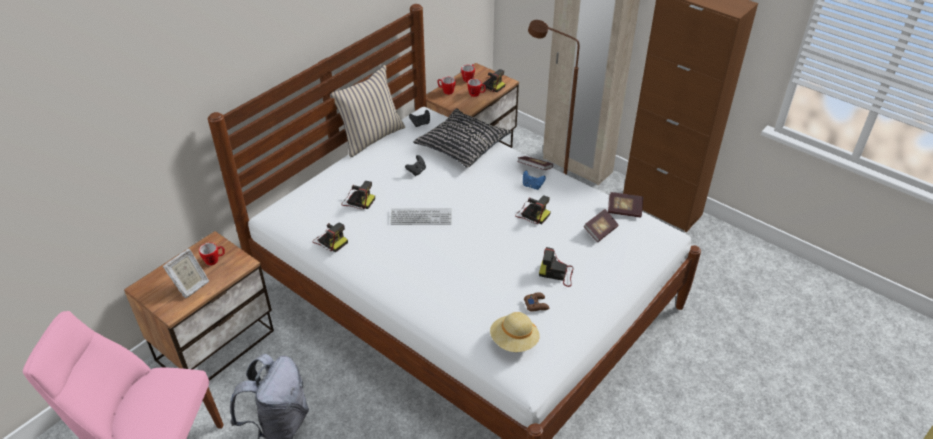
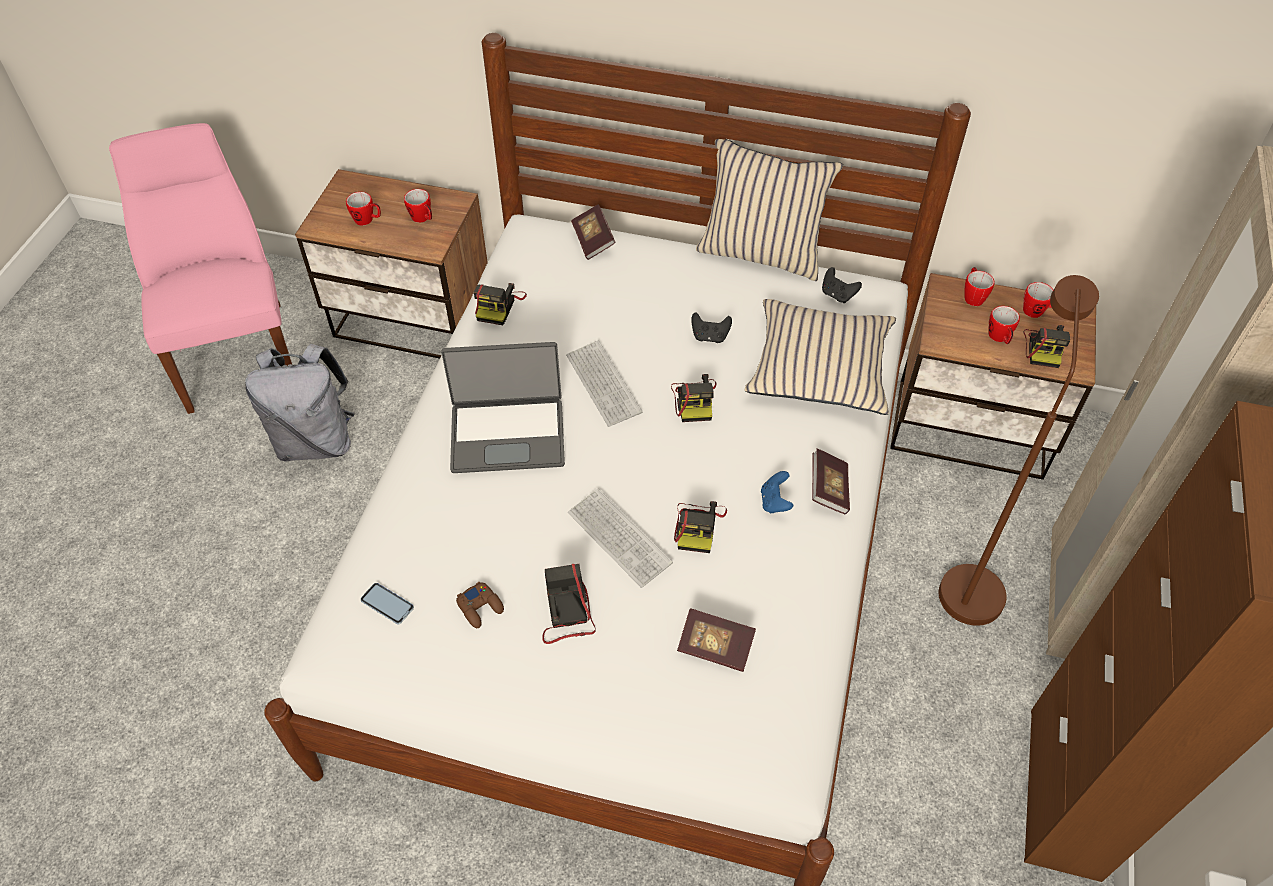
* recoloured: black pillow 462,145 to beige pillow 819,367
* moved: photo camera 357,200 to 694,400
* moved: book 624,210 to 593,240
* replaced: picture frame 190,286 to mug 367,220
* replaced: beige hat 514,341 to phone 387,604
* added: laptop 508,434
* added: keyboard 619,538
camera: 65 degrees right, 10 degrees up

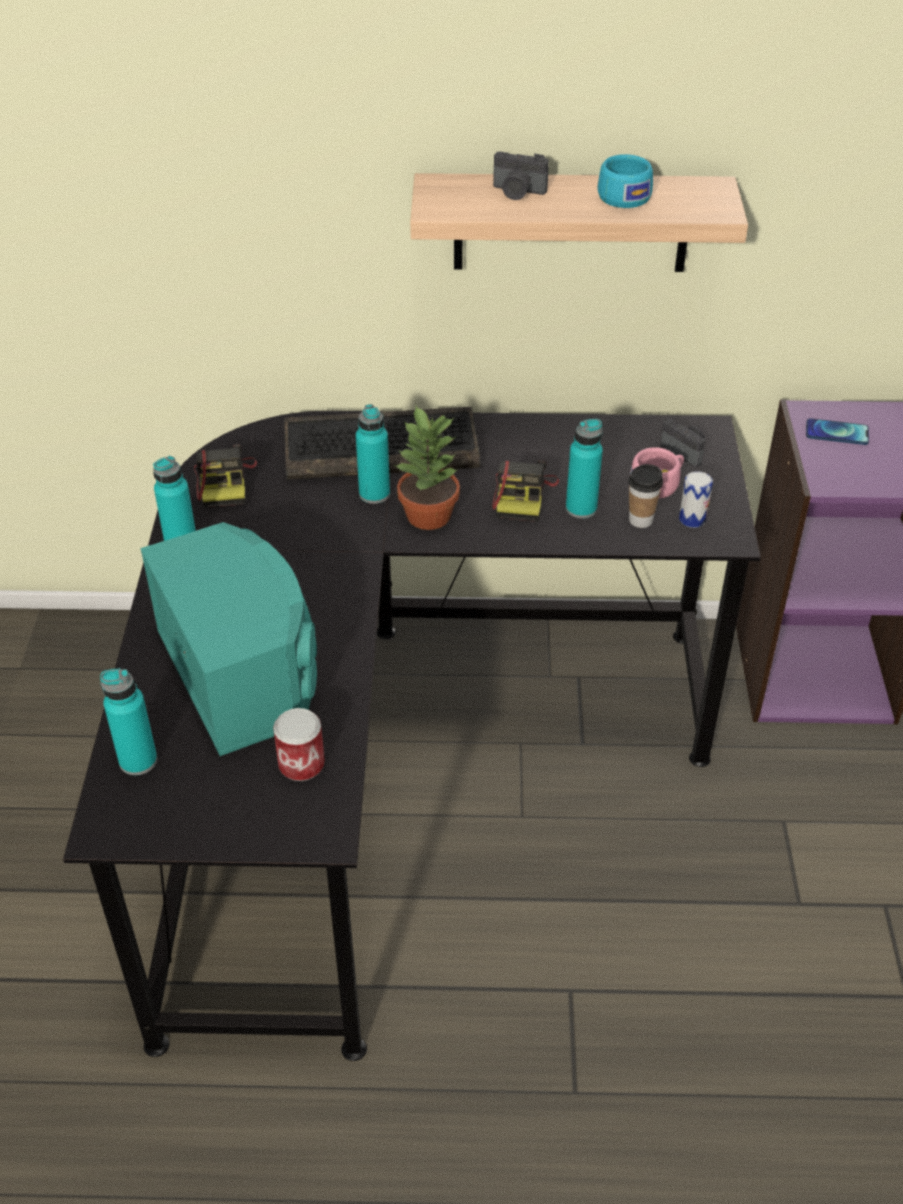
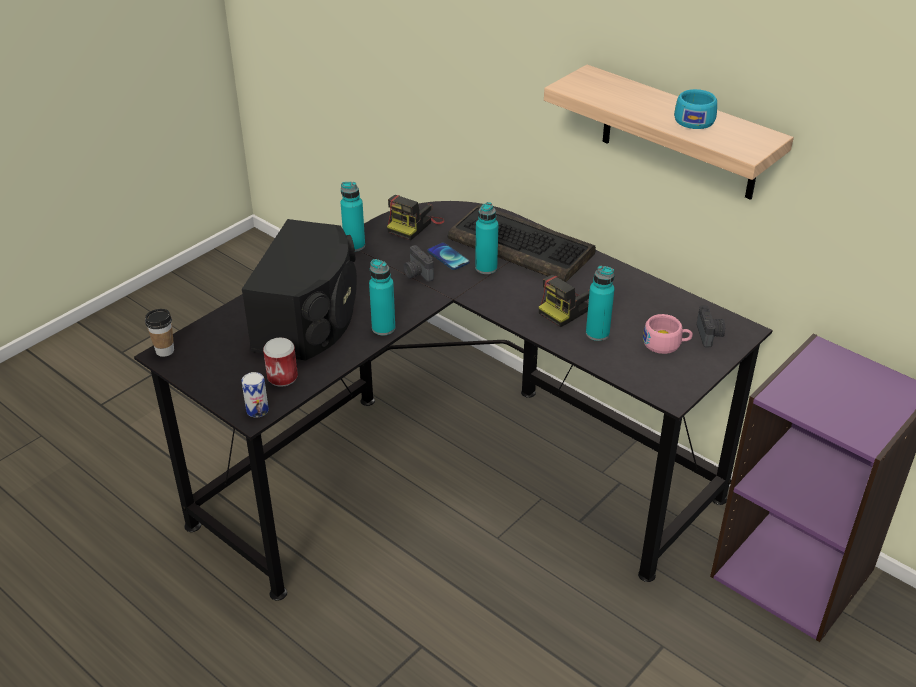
* moved: photo camera 517,192 to 417,274
* removed: potted plant 429,516
* moved: phone 837,433 to 448,257
* moved: cup 640,520 to 165,351
* moved: can 692,519 to 257,410
* recoloured: turquoise speaker 243,671 to black speaker 310,319
* moved: turquoise bottle 138,761 to 383,328
camera: 40 degrees right, 5 degrees down

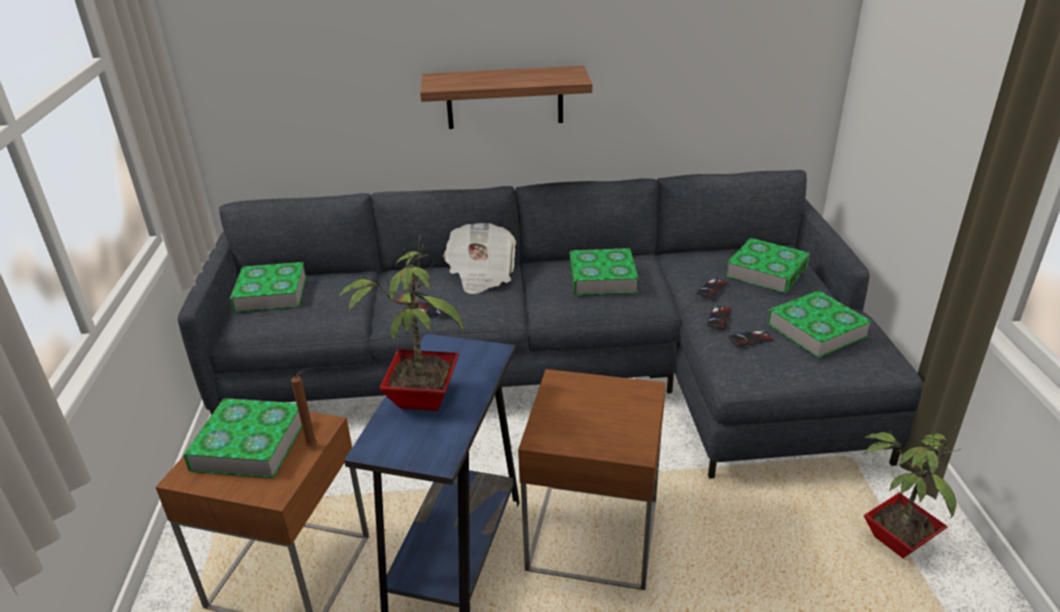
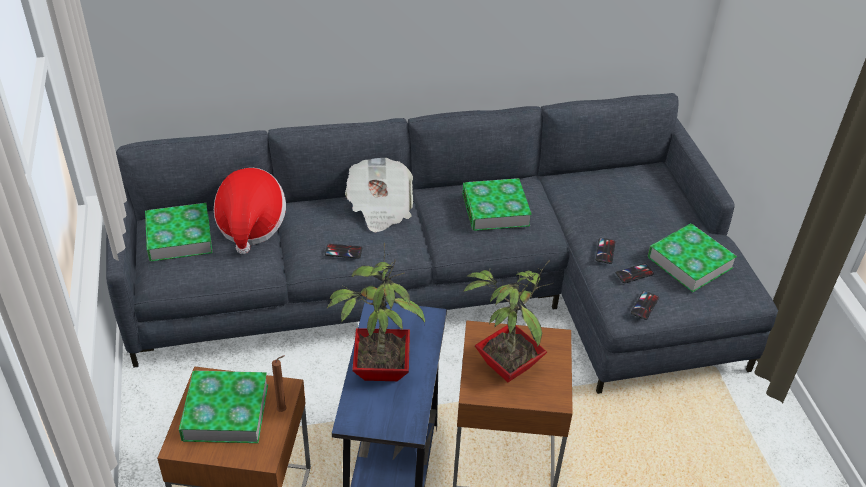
* removed: shelf 504,97
* removed: book 766,271
* moved: phone 712,288 to 644,305
* moved: potted plant 895,539 to 506,365
* added: hat 250,225
camera: 10 degrees left, 10 degrees up

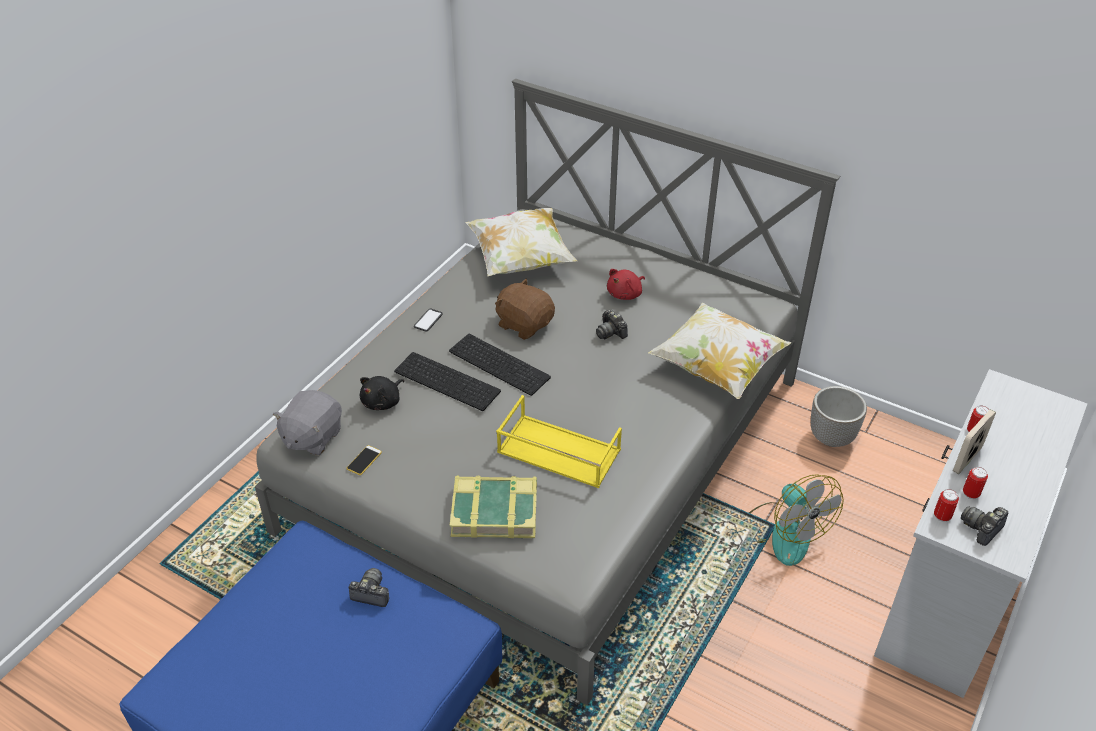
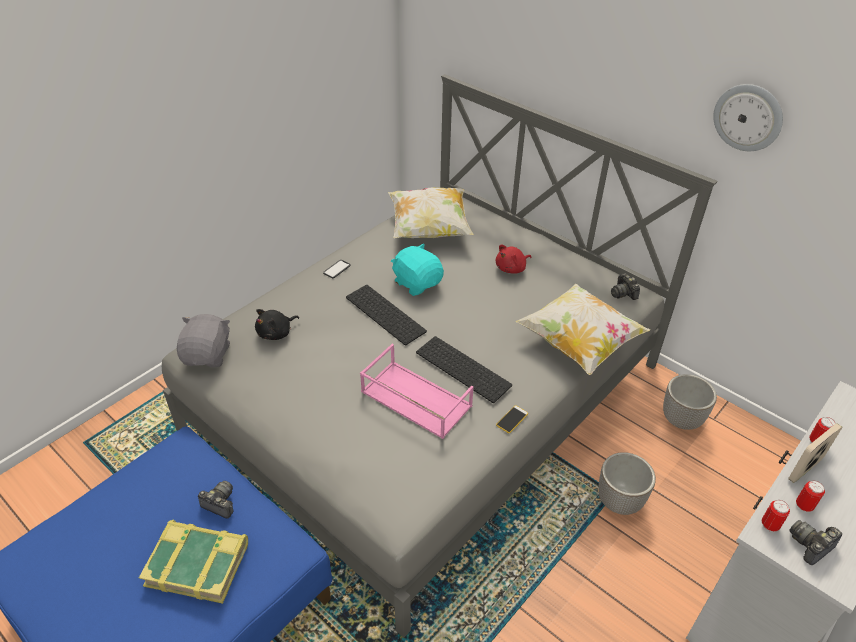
* recoloured: brown plush toy 524,324 to turquoise plush toy 417,283
* moved: photo camera 610,332 to 623,293
* moved: keyboard 449,380 to 465,368
* turned: grey plush toy 312,437 = 208,355 150 degrees clockwise
* recoloured: yellow tray 557,451 to pink tray 414,399
* moved: phone 364,460 to 512,419
* replaced: fan 782,533 to planter 620,501
* moved: book 494,511 to 198,563
* added: wall clock 748,117
camera: 10 degrees right, 0 degrees up

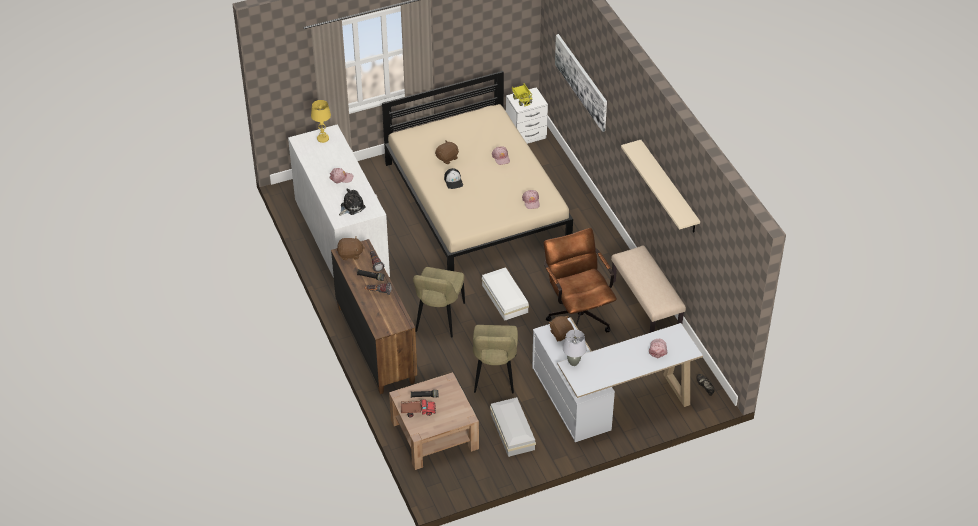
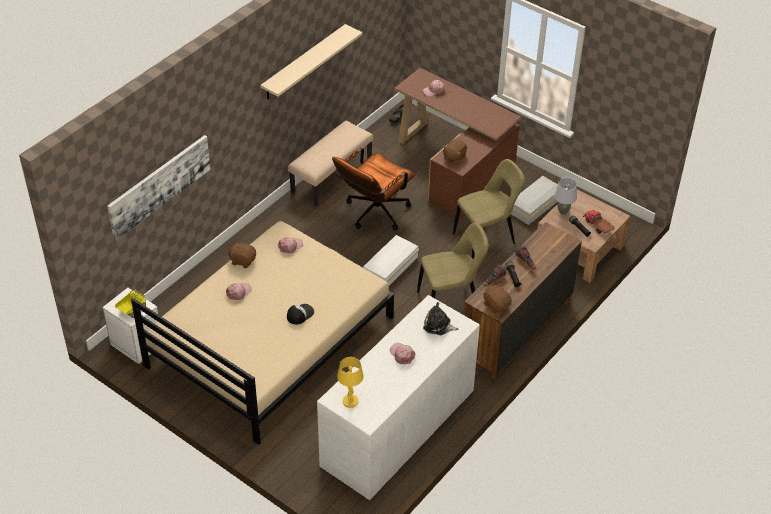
* moved: brown plush toy 447,158 to 243,260
* recoloured: white desk 607,399 to brown desk 455,165
* moved: grey table lamp 573,363 to 563,211
camera: 120 degrees left, 0 degrees up

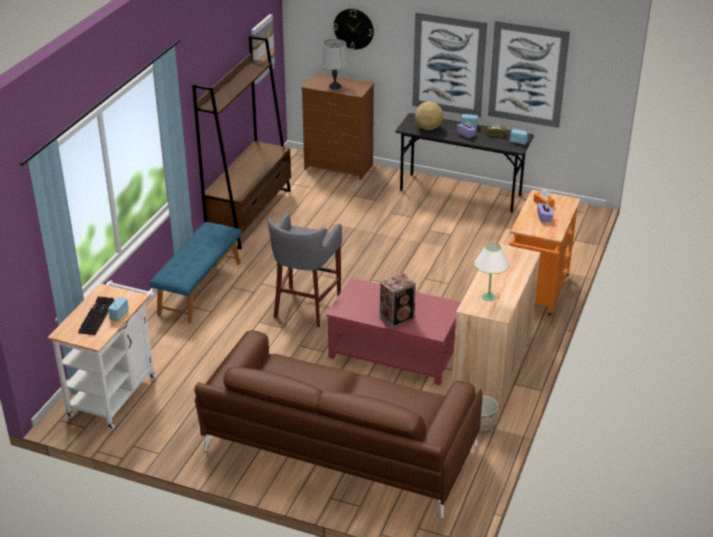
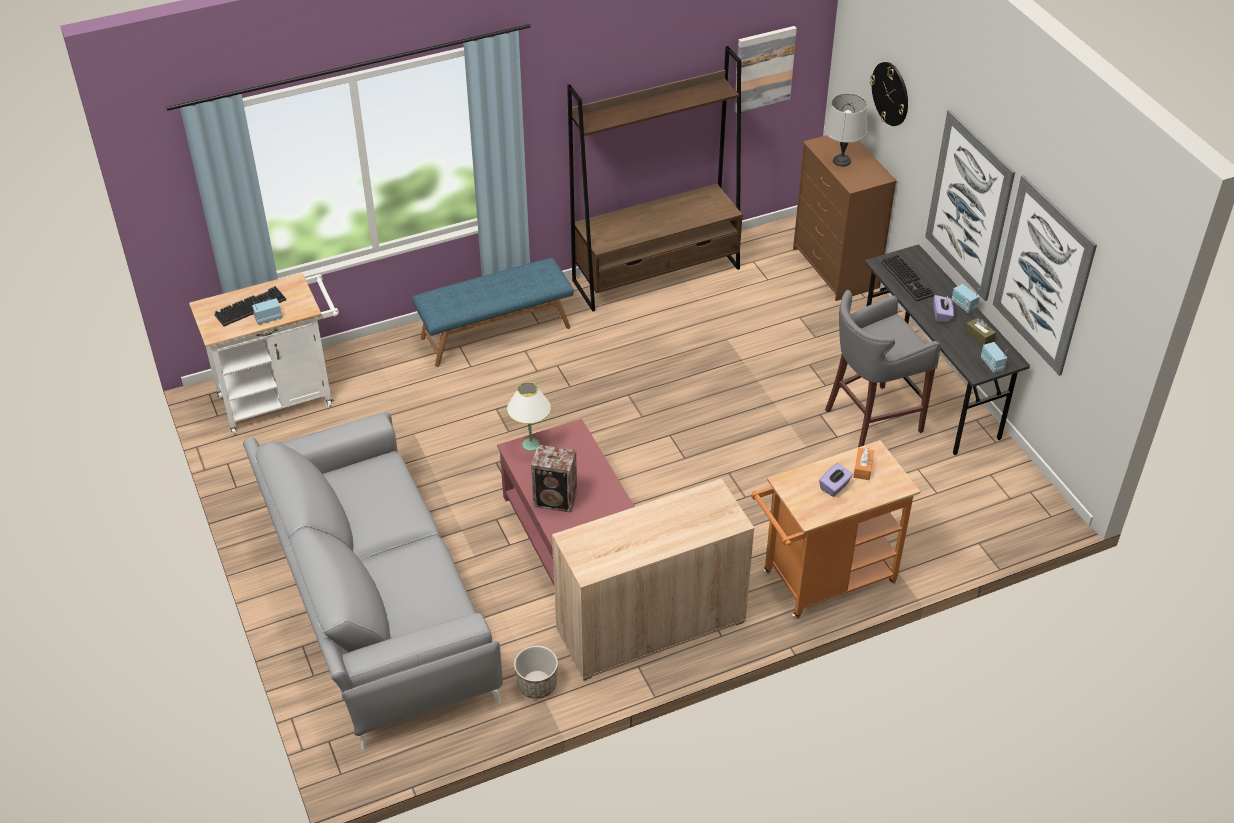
* replaced: globe 428,128 to keyboard 908,279
* moved: grey stool 305,308 to 870,420
* moved: white table lamp 489,297 to 530,444
* recoloured: brown sofa 338,450 to grey sofa 375,603
camera: 45 degrees right, 10 degrees up

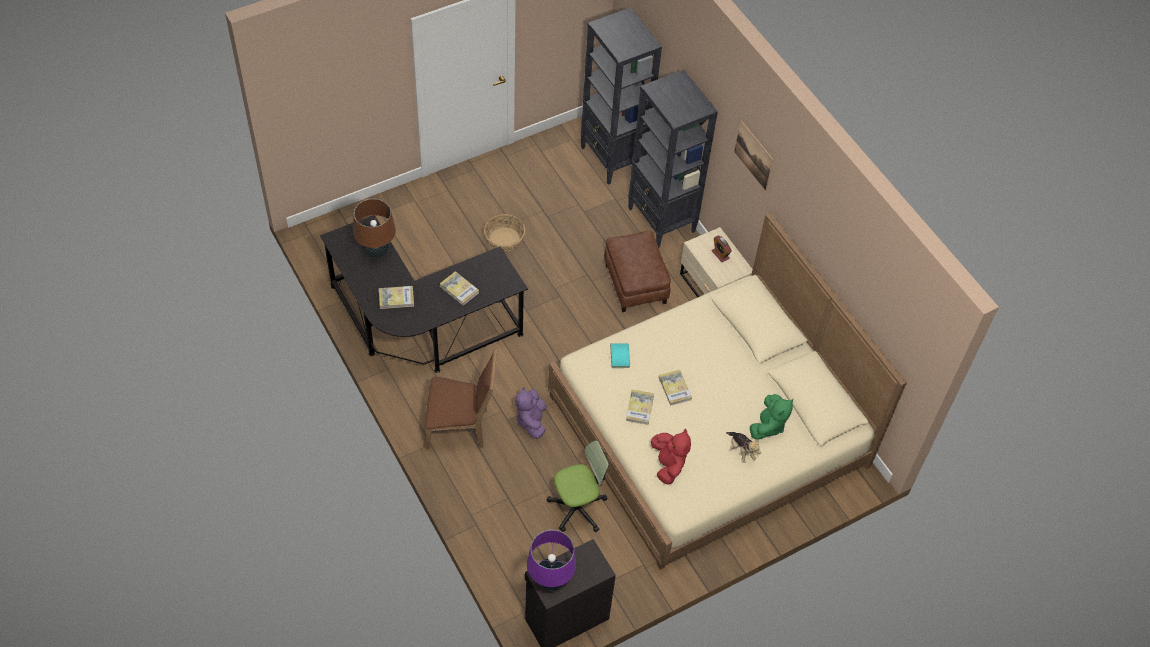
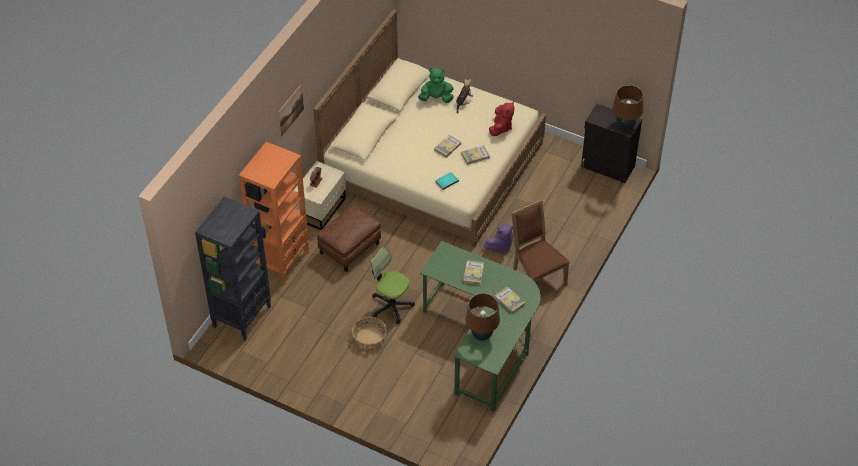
* recoloured: black bookcase 661,221 to orange bookcase 281,261
* recoloured: black desk 419,328 to green desk 484,341
* turned: red plush toy 668,464 = 501,127 150 degrees clockwise
* moved: office chair 577,508 to 391,306
* recoloured: purple table lamp 550,580 to brown table lamp 625,125
camera: 120 degrees left, 5 degrees down

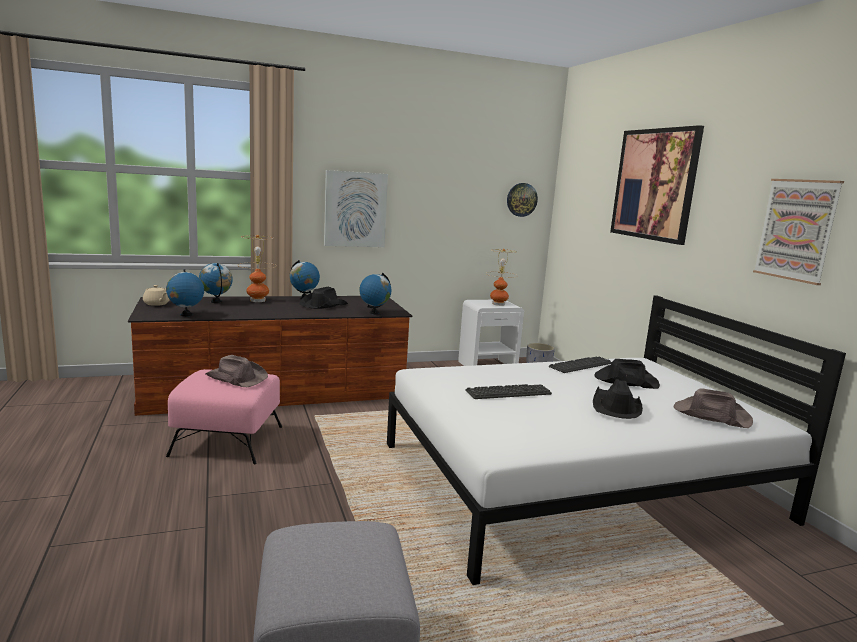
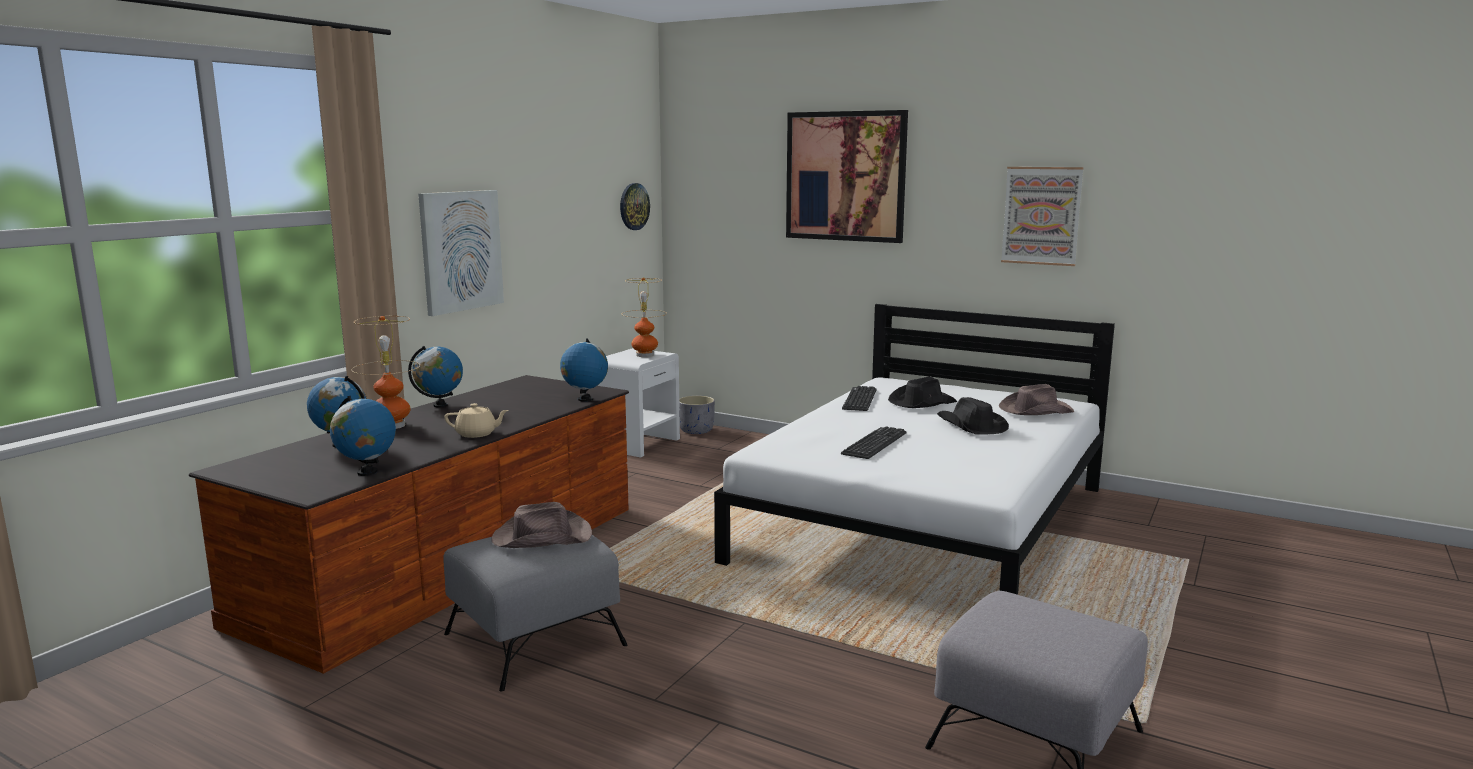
* moved: beige teapot 156,304 to 477,434
* removed: black hat 323,305
* recoloured: pink ottoman 228,441 to grey ottoman 536,639
camera: 40 degrees left, 0 degrees up

